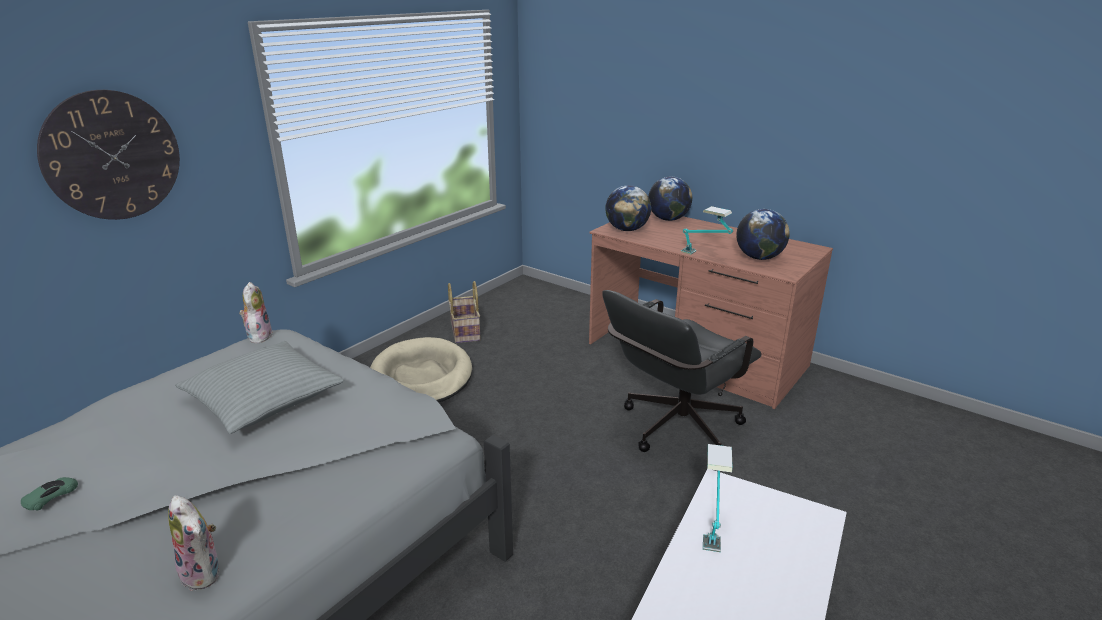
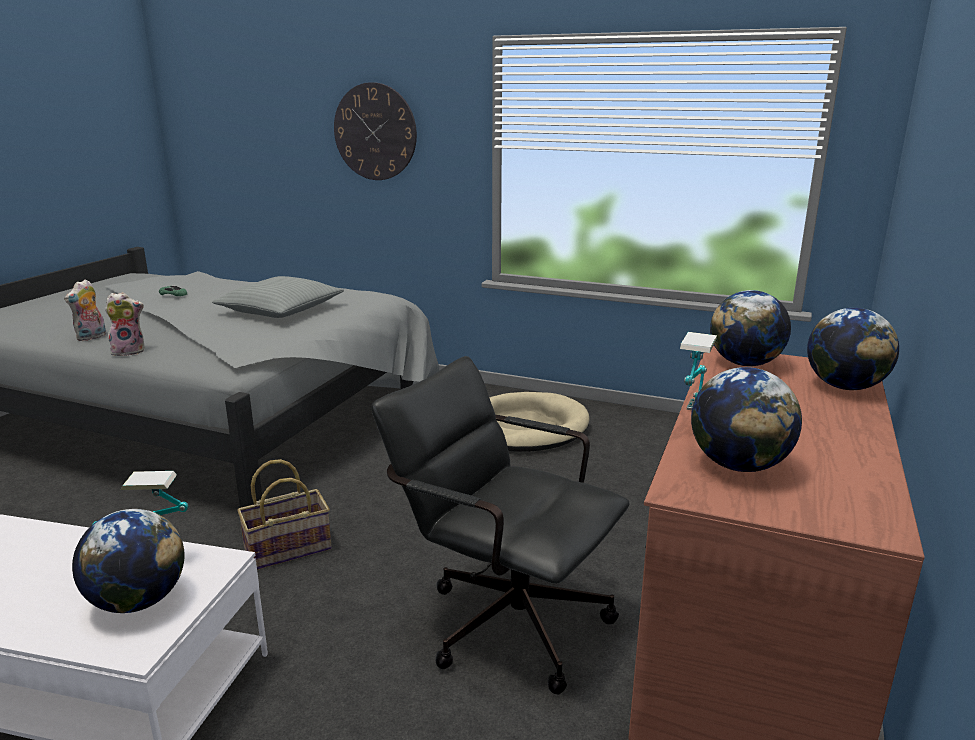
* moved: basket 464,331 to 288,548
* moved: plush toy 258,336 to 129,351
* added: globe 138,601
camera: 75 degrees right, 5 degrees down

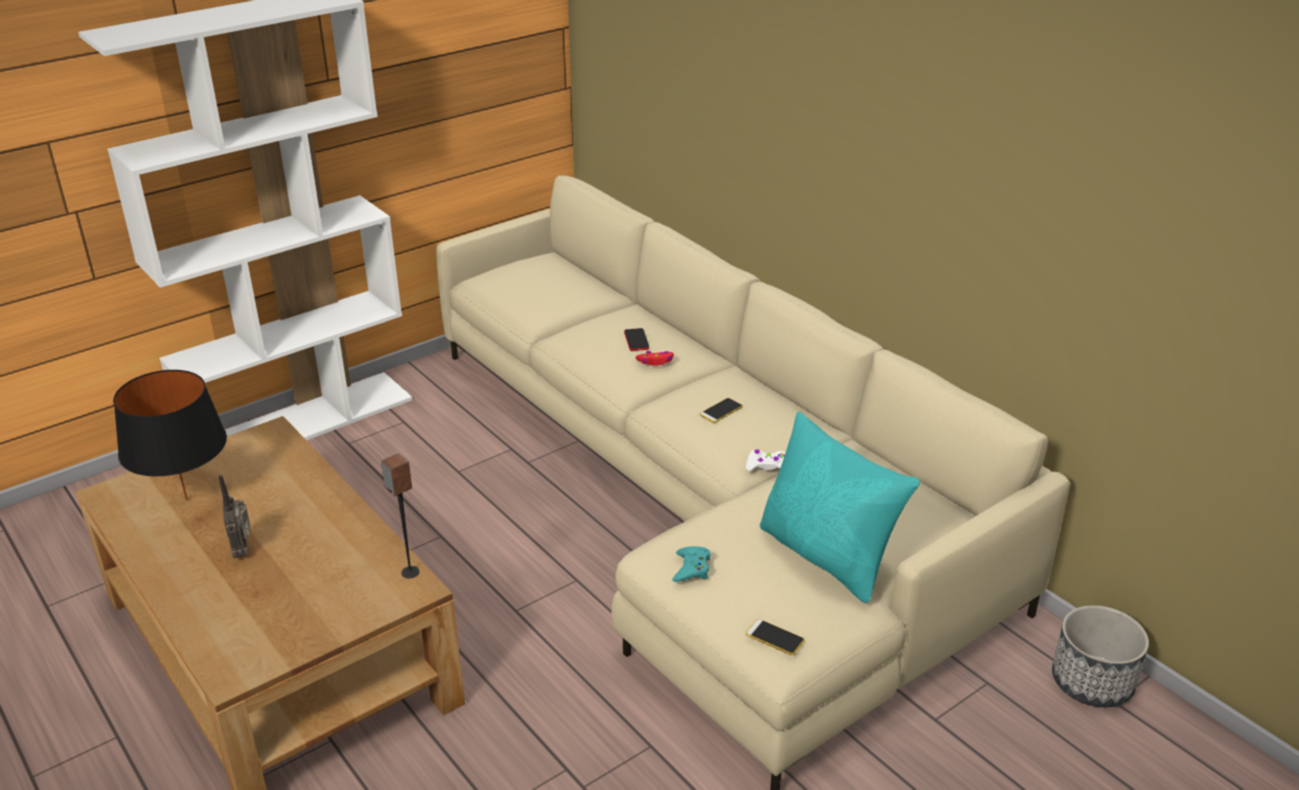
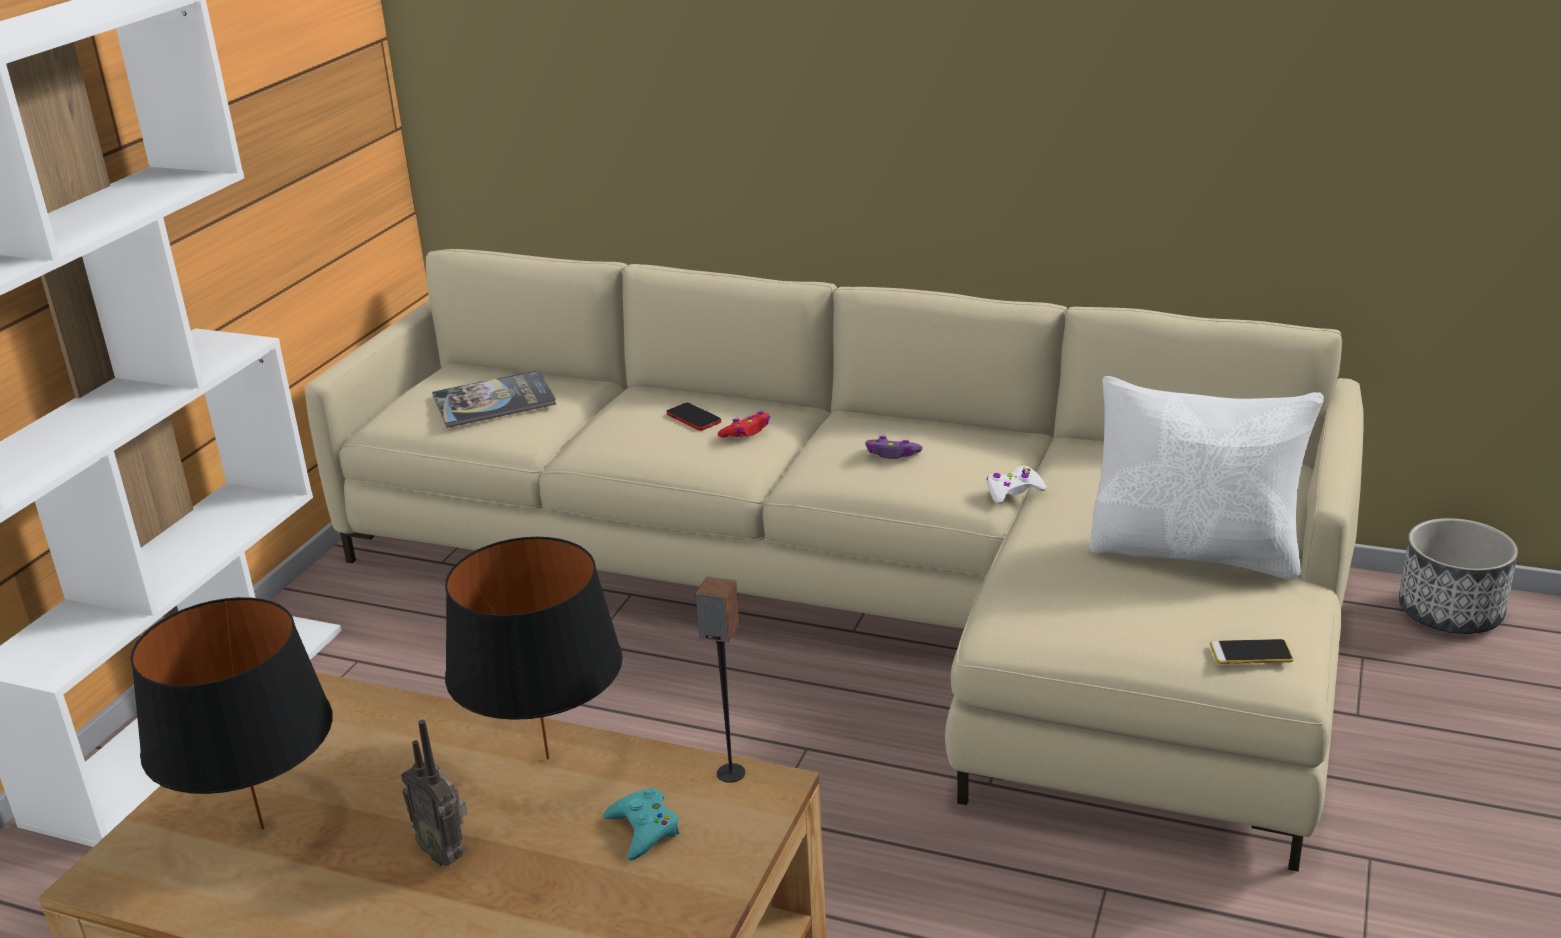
* replaced: phone 721,411 to purple game controller 892,454
* recoloured: turquoise pillow 827,556 to white pillow 1196,552
* moved: turquoise game controller 691,568 to 643,829
* added: book 494,401
* added: black table lamp 547,758
camera: 30 degrees left, 5 degrees down

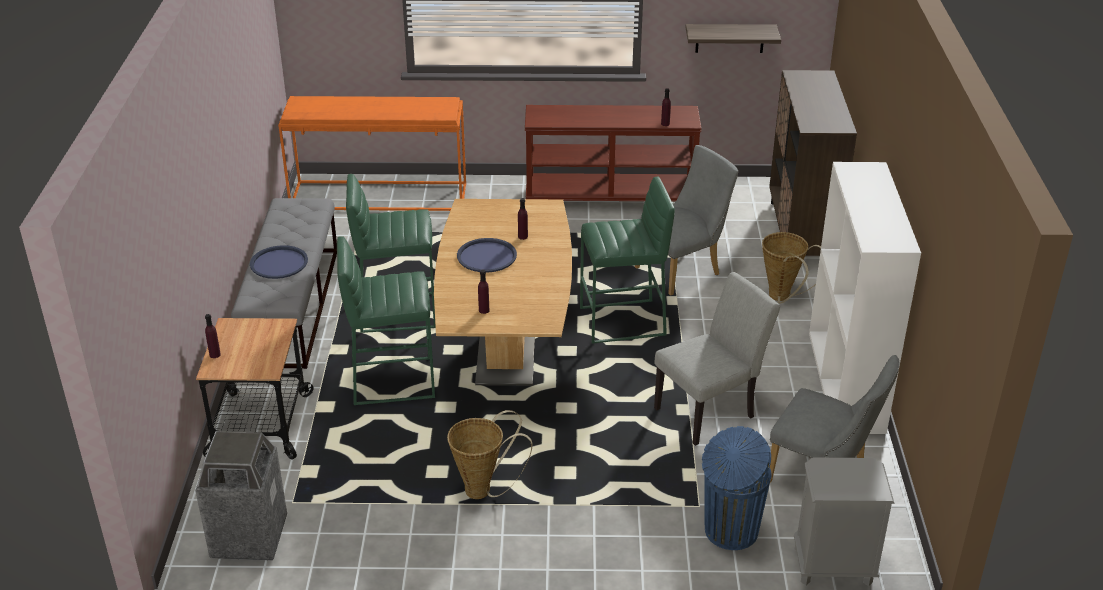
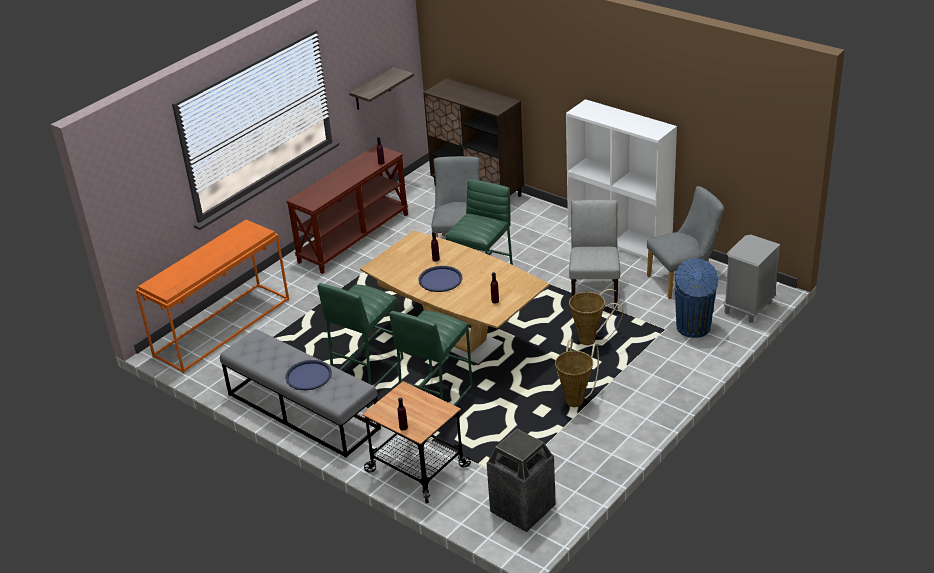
* moved: basket 783,298 to 591,340
camera: 50 degrees left, 0 degrees up

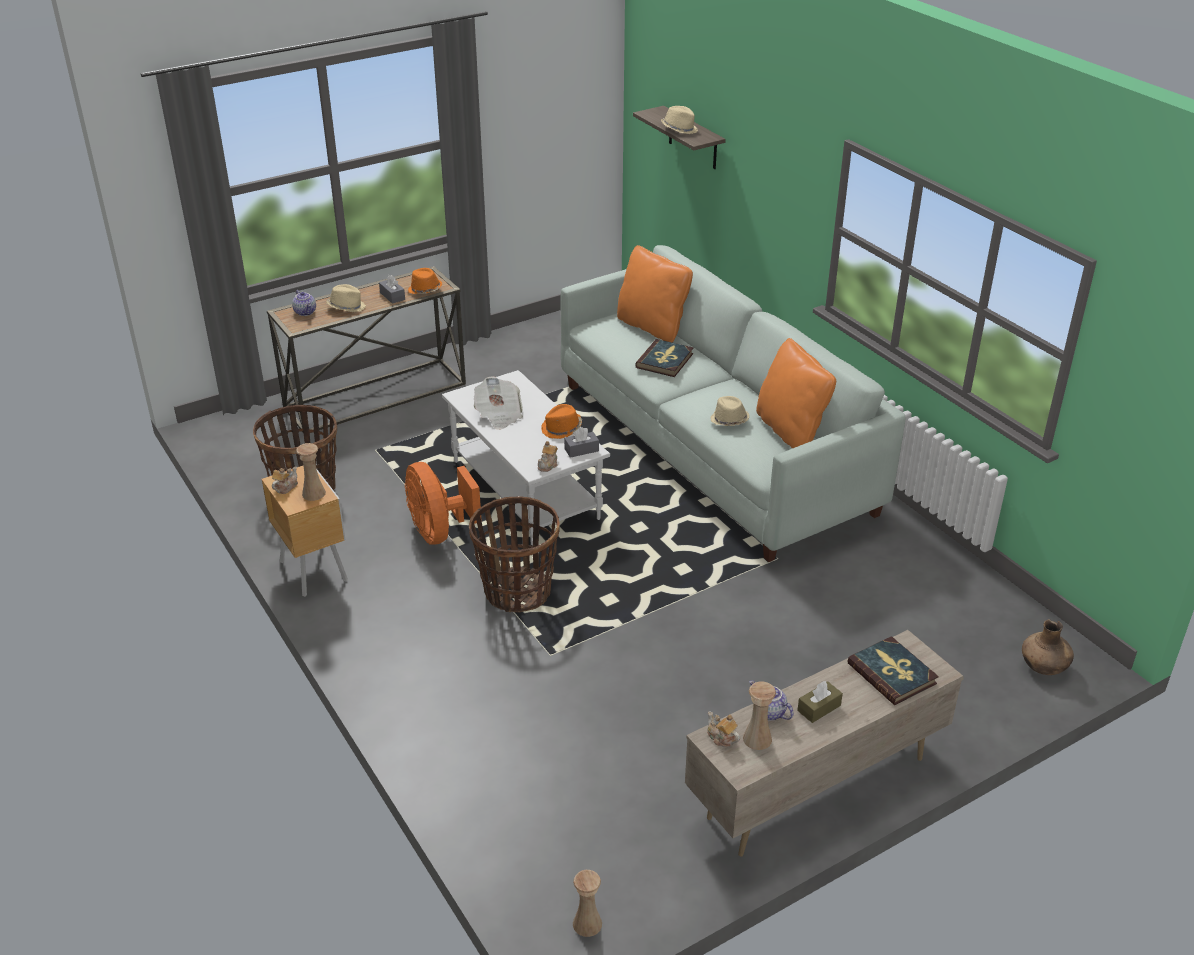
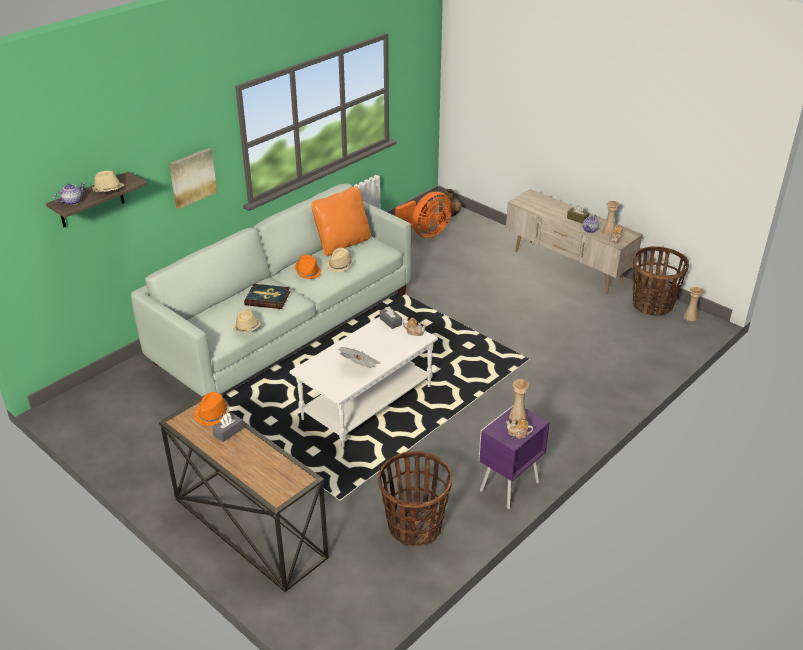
* removed: orange pillow 652,327
* moved: beige hat 346,307 to 247,328
* moved: teapot 306,312 to 72,201
* moved: orange hat 562,429 to 308,272
* moved: orange fan 439,531 to 425,233
* recoloured: brown nightstand 314,570 to purple nightstand 508,487
* moved: basket 517,592 to 652,305
* removed: book 892,673
* added: picture 192,177
camera: 105 degrees left, 0 degrees up

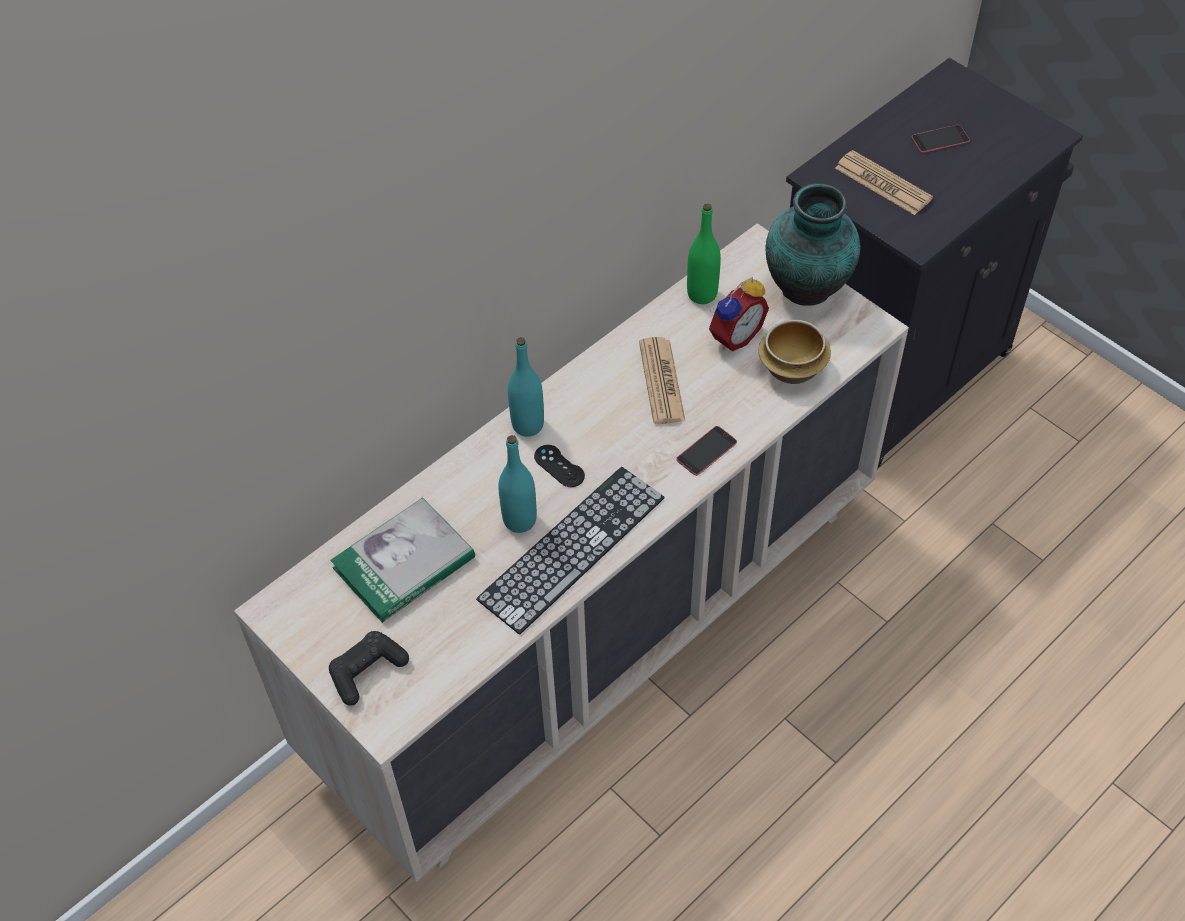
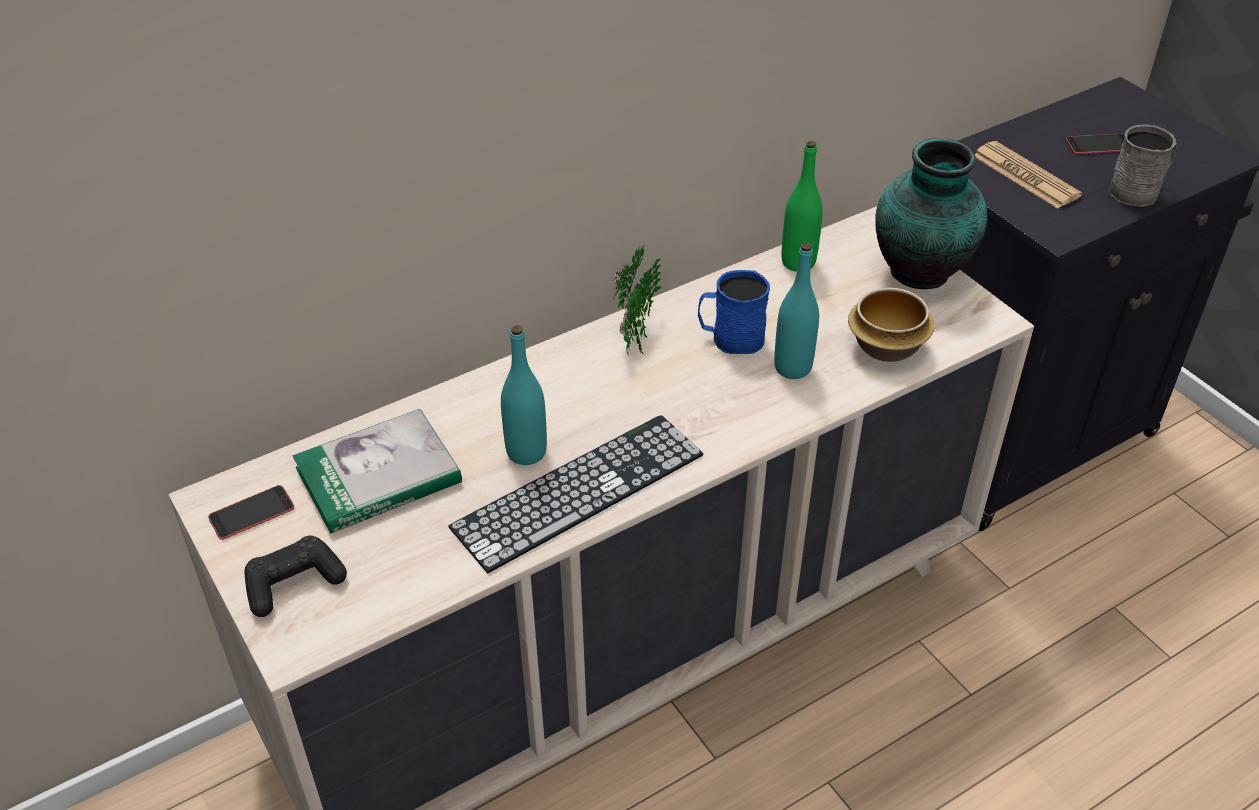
* removed: alarm clock 733,336
* replaced: newspaper 661,381 to blue mug 730,338
* moved: turquoise bottle 528,425 to 792,368
* moved: phone 706,451 to 251,513
* removed: black game controller 559,466
* added: grey mug 1139,191
* added: potted plant 634,338
camera: 10 degrees right, 10 degrees down

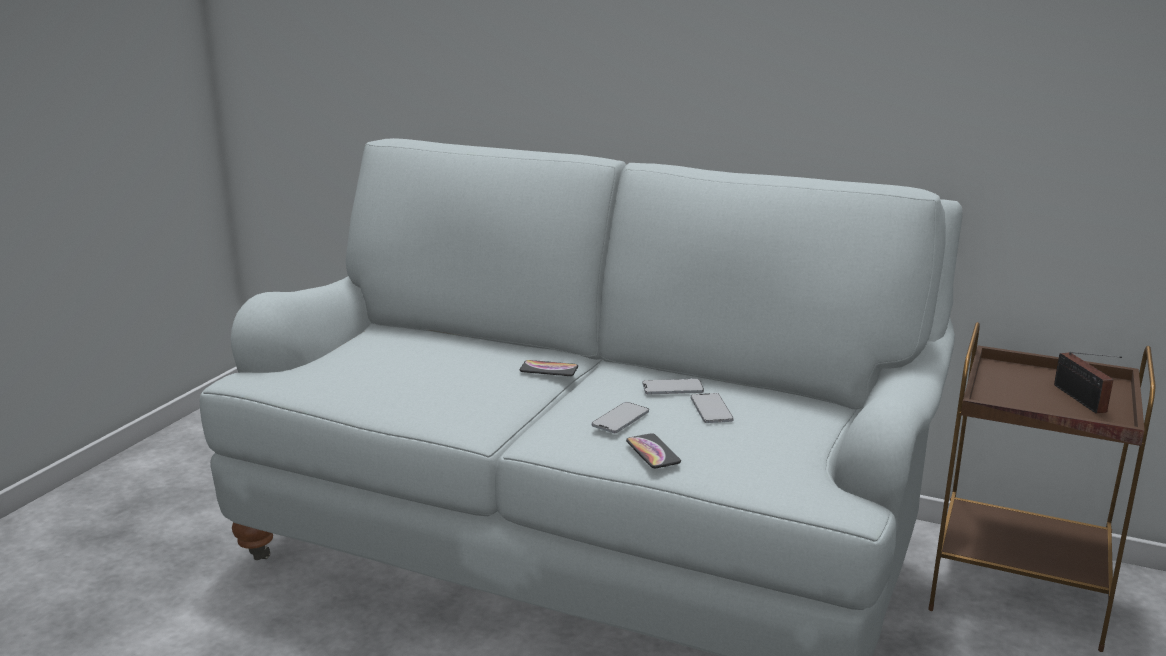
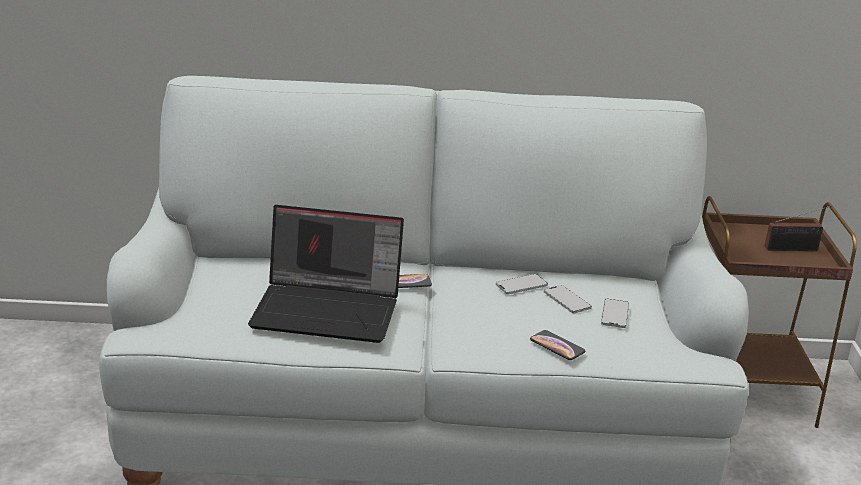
* turned: radio 1081,400 = 794,249 60 degrees counterclockwise
* moved: phone 620,419 to 614,314
* added: laptop 329,309
camera: 25 degrees left, 5 degrees up

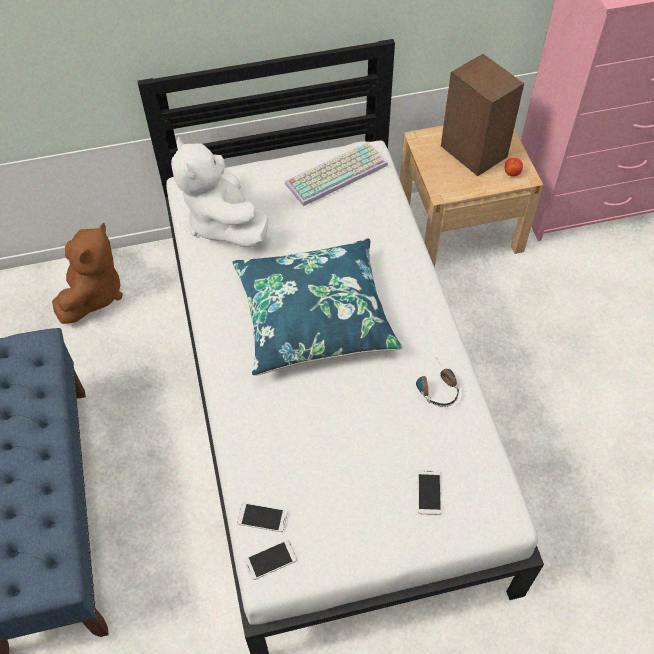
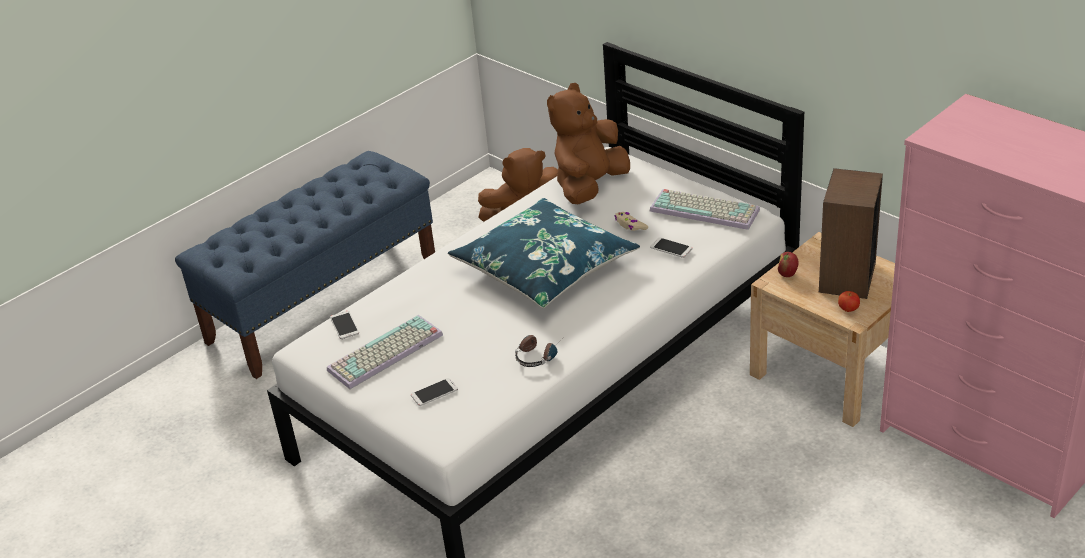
* recoloured: white plush toy 223,223 to brown plush toy 589,187
* moved: phone 270,560 to 671,248
* added: beige game controller 630,225
* added: apple 787,274
* added: keyboard 385,354
camera: 60 degrees right, 20 degrees down

